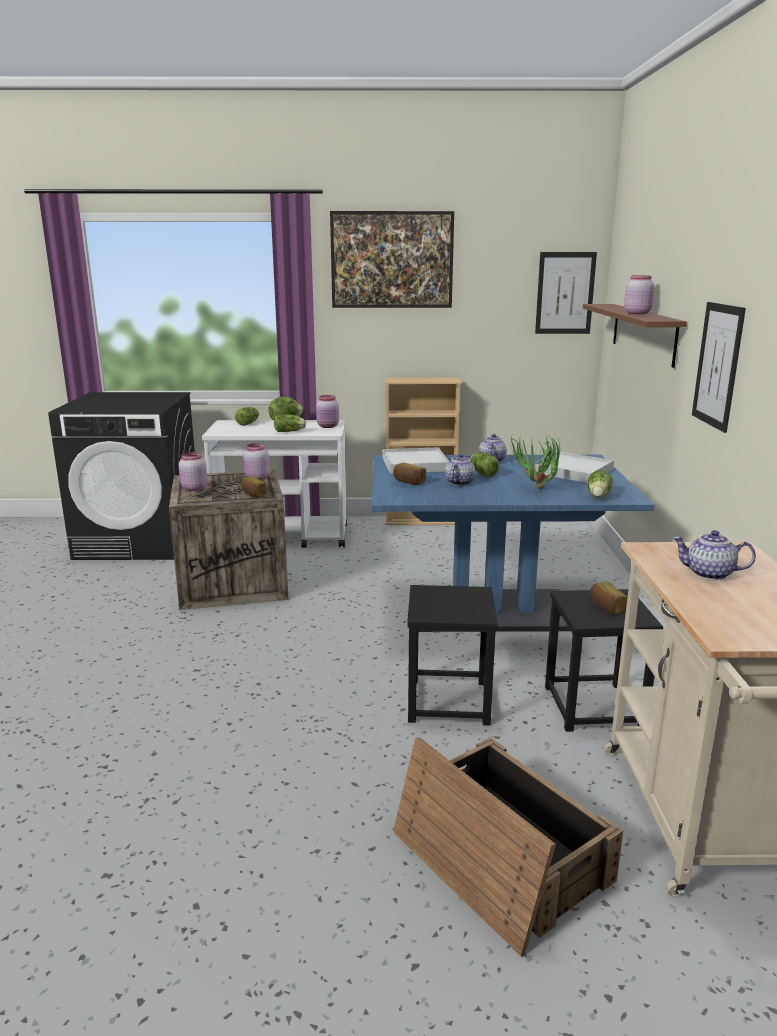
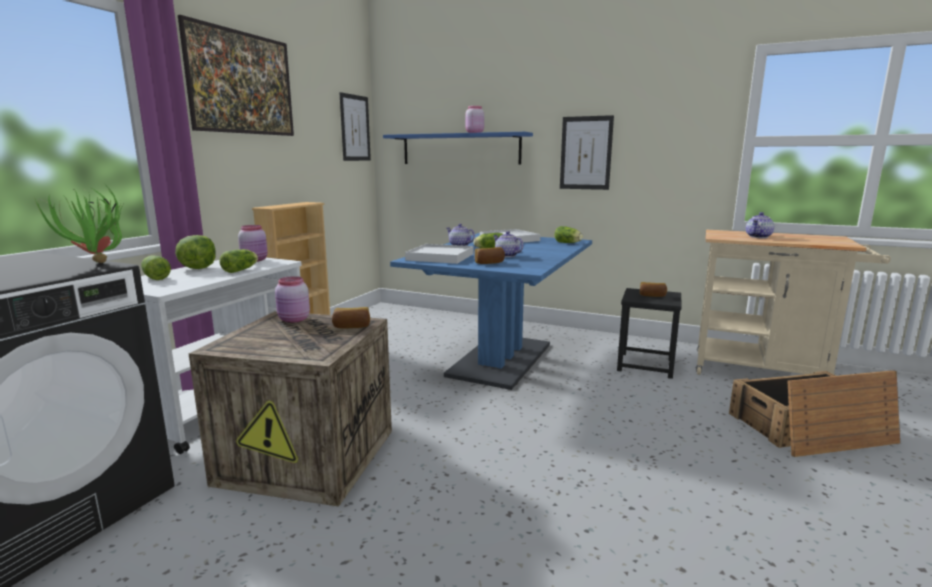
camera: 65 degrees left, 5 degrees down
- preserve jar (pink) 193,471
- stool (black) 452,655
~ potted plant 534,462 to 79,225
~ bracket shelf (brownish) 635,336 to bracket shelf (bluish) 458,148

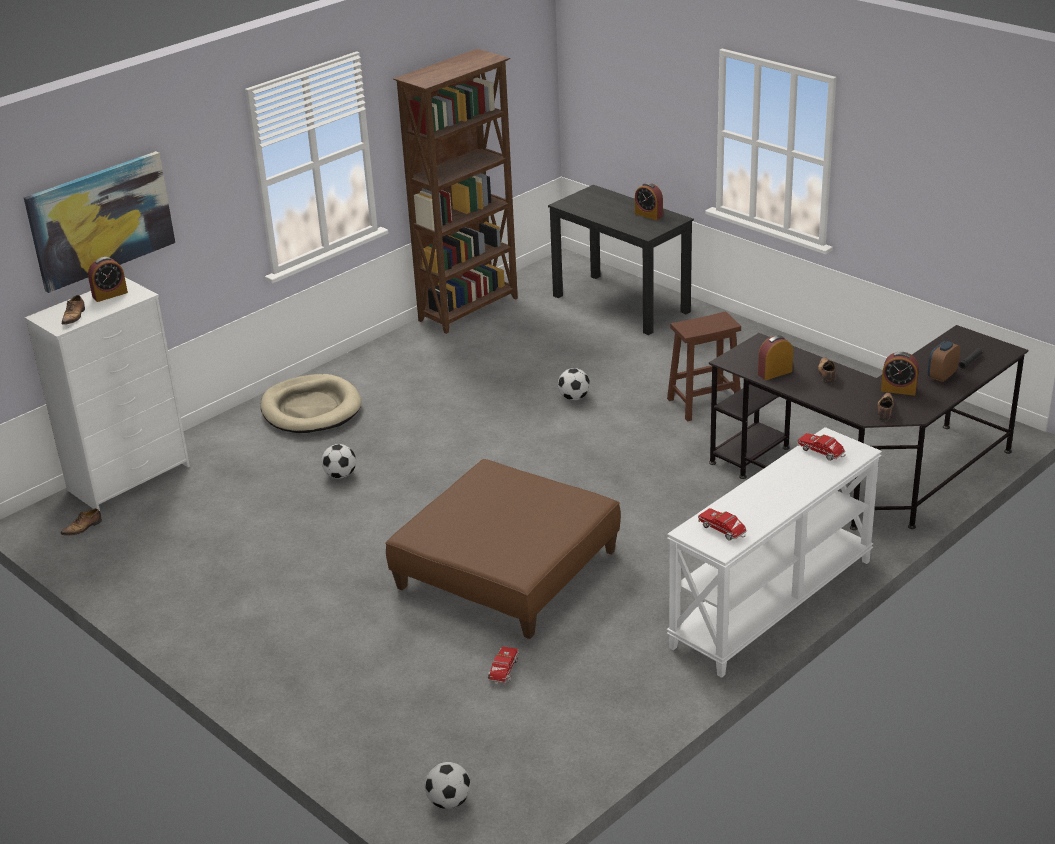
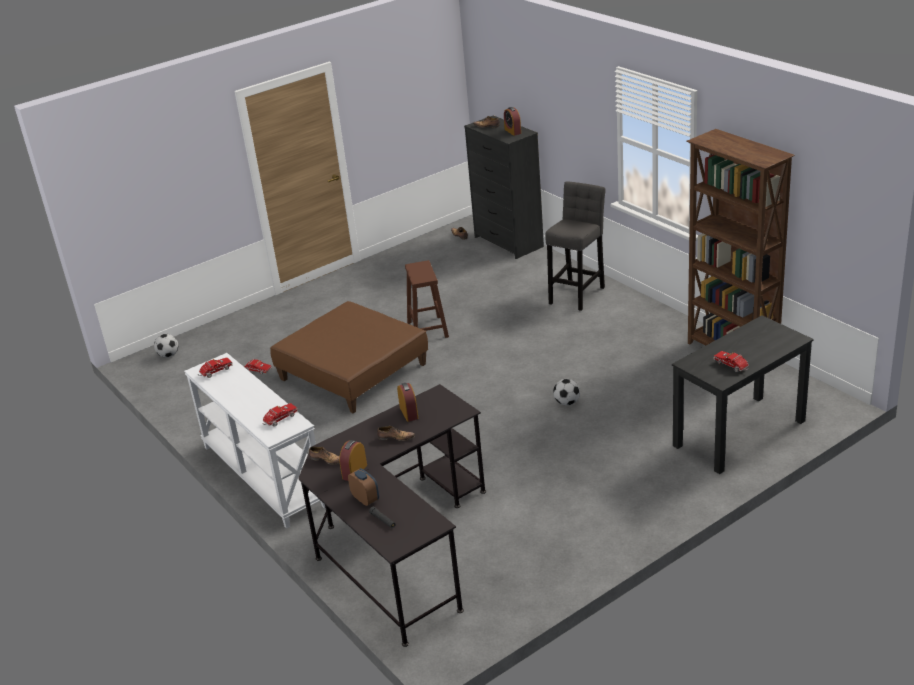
camera: 100 degrees right, 0 degrees up
- picture 99,222
- football ball 339,461
~ stool (brownish) 704,367 to 427,299
~ dog bed (beige) 311,403 to stool (grey) 575,246
~ alarm clock 649,201 to model truck 731,361
~ drawer chest (white) 107,394 to drawer chest (black) 504,187

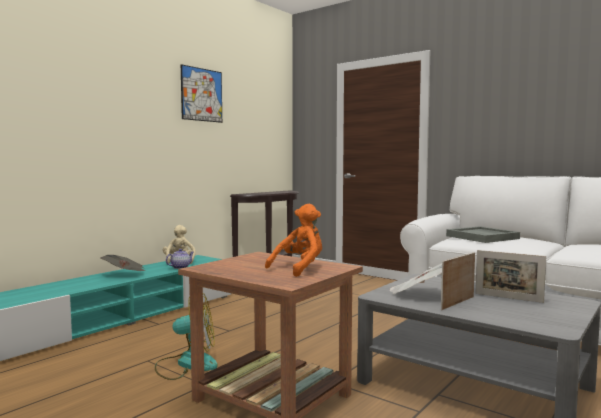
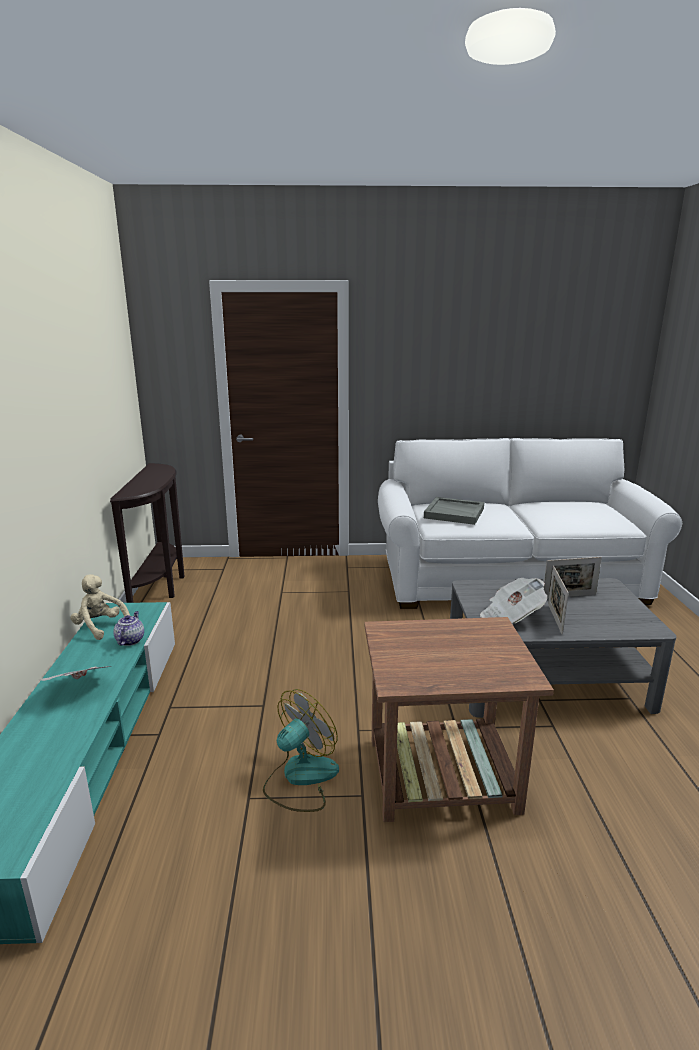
camera: 40 degrees left, 15 degrees up
- picture 201,93
- soft toy (orangey) 293,240

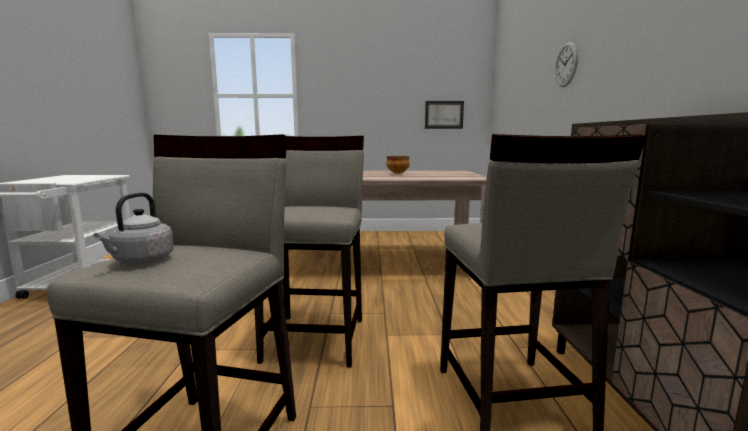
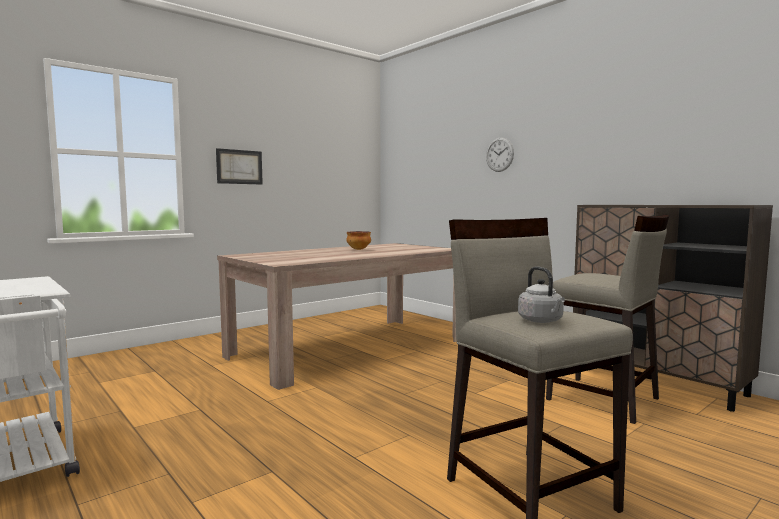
camera: 40 degrees left, 5 degrees down
- stool (beige) 309,252
~ picture 444,115 to 239,166

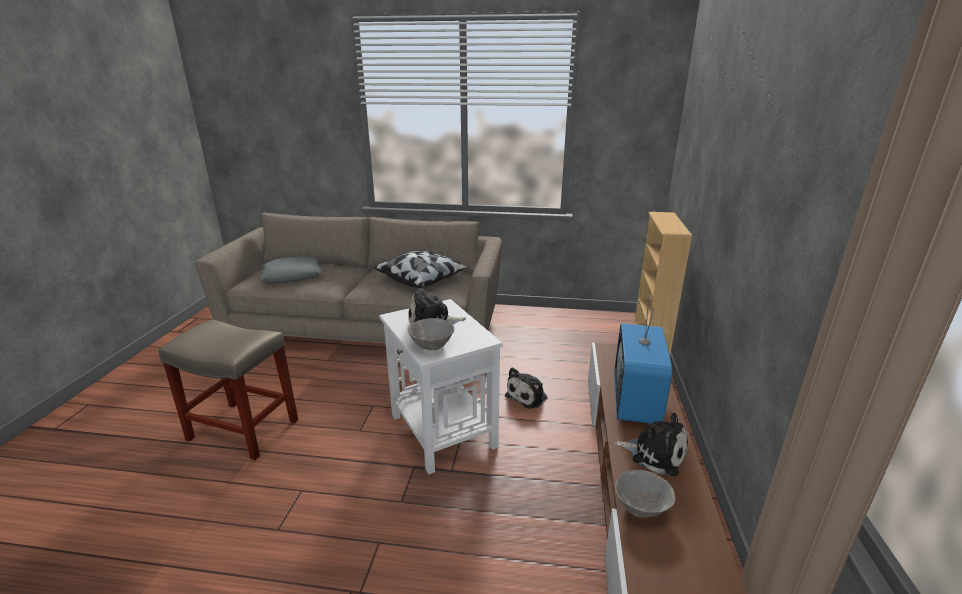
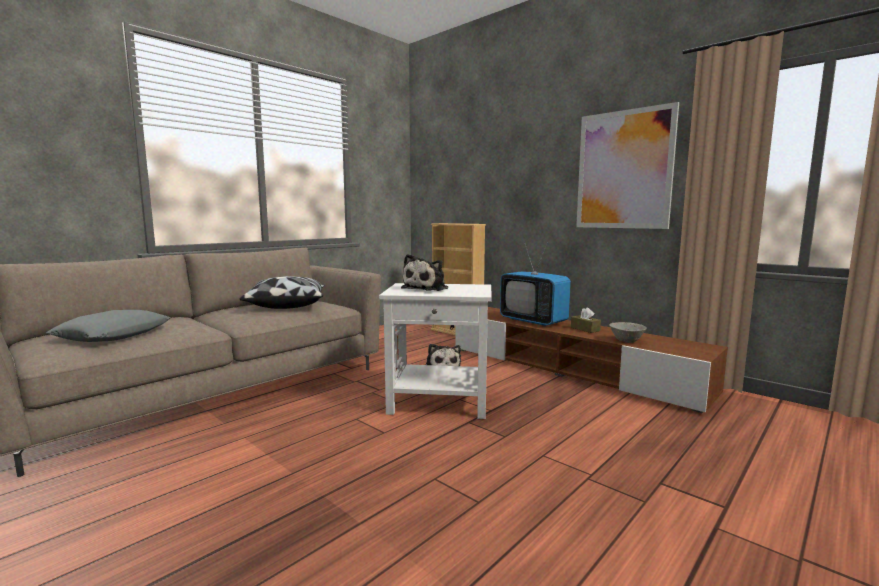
camera: 55 degrees left, 15 degrees down
- stool (beige) 228,389
- bowl (grey) 430,334
+ picture 627,165
~ soft toy 651,444 to box of tissues (brownish) 586,320

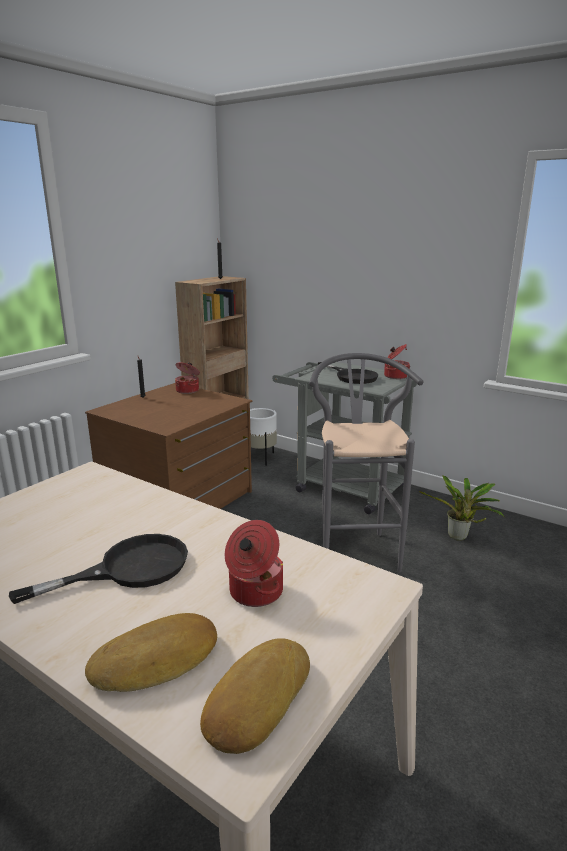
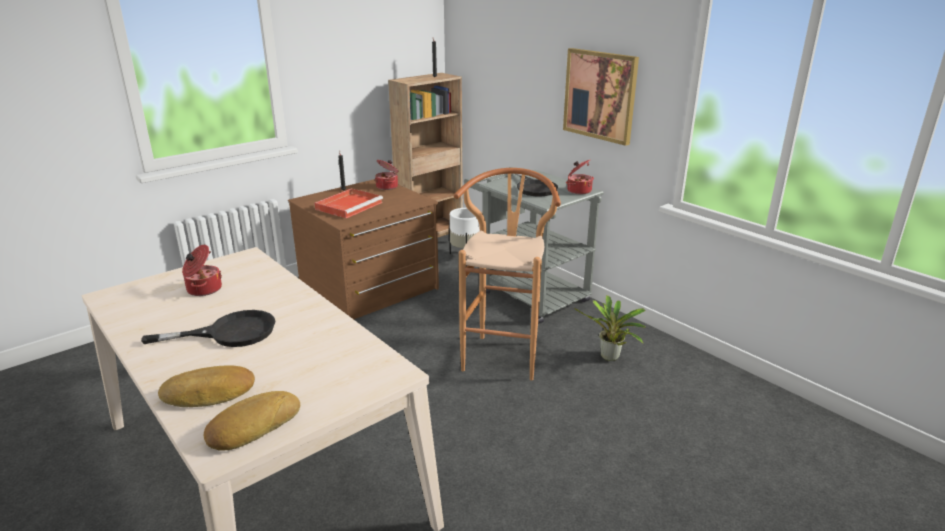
camera: 15 degrees right, 5 degrees up
+ carrying tray (reddish) 348,203
+ picture 601,97
~ saucepot 254,563 to 202,270
~ stool (grey) 366,462 to stool (brownish) 507,274

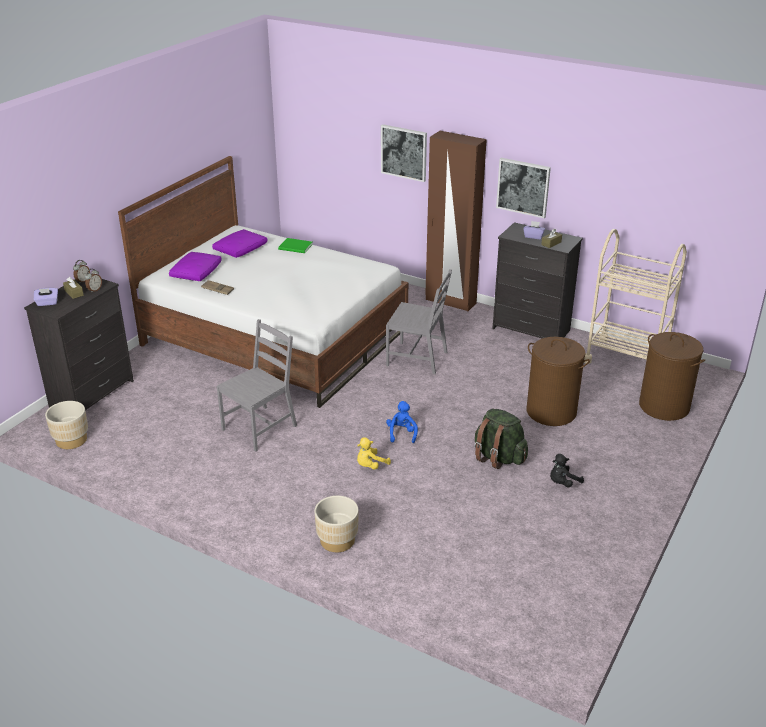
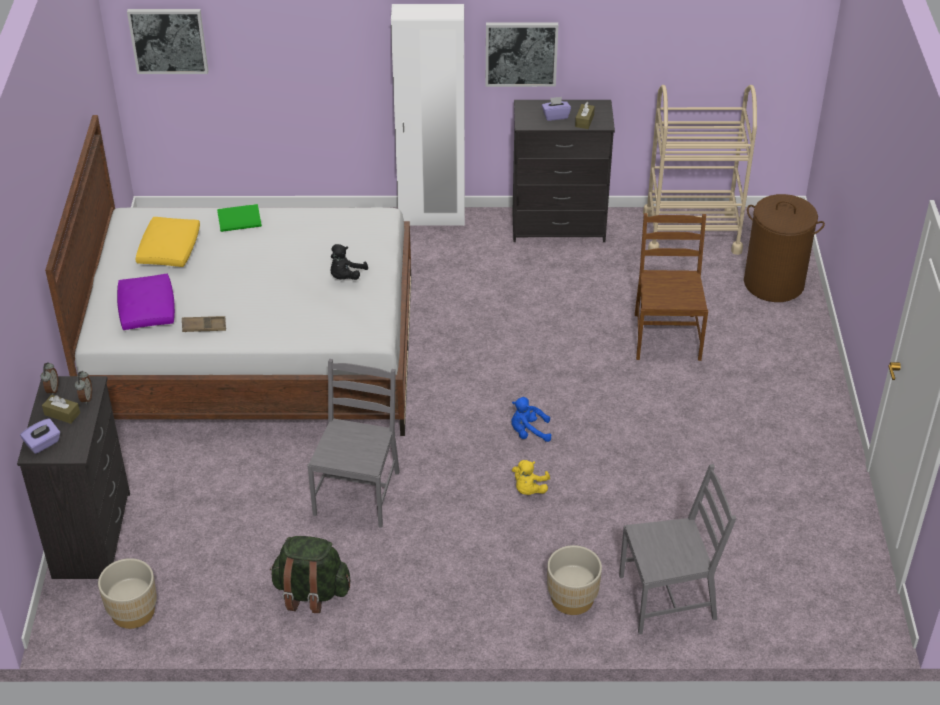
camera: 30 degrees left, 10 degrees up
~ picture 404,153 to 167,41
~ upright chair (grey) 419,321 to 677,549
~ rucksack (green-coloured) 501,439 to 310,574
~ soft toy (black) 567,470 to 349,262
~ hamper (brownish) 558,381 to upright chair (brownish) 671,287
~ throw pillow (purplish) 240,243 to throw pillow (yellow) 168,242
~ armoire (brownish) 456,221 to armoire (white) 428,115
~ soft toy (bluish) 402,422 = 531,419 60 degrees counterclockwise

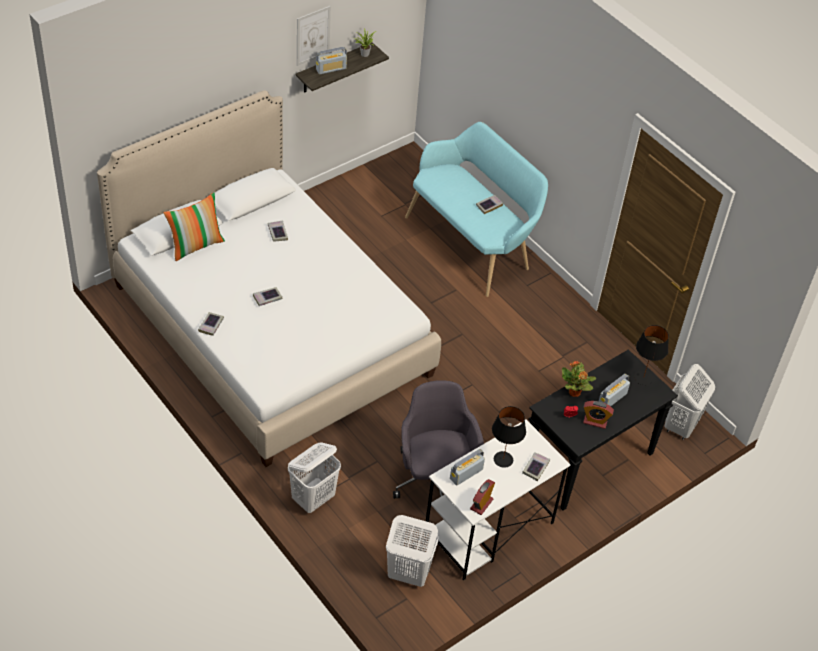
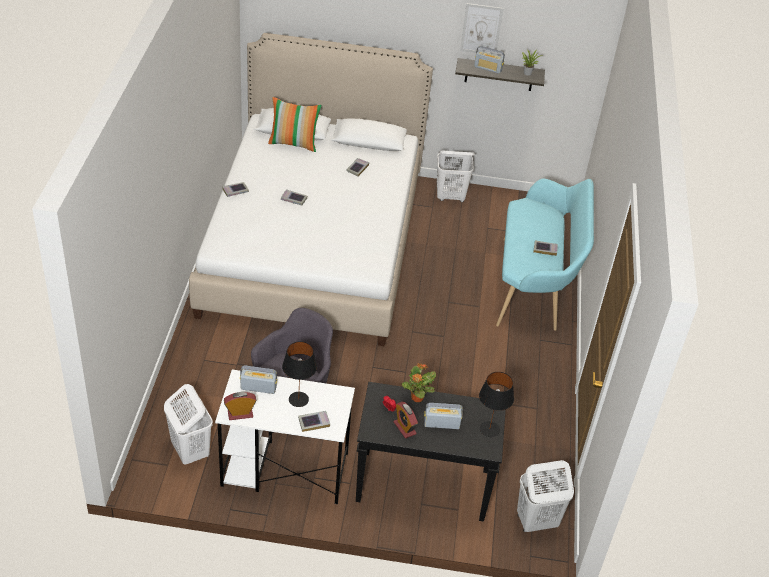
camera: 45 degrees right, 5 degrees down
~ hamper (white) 314,477 to 456,176

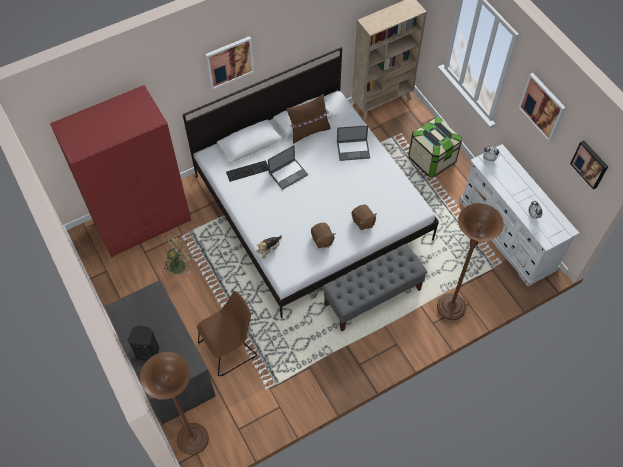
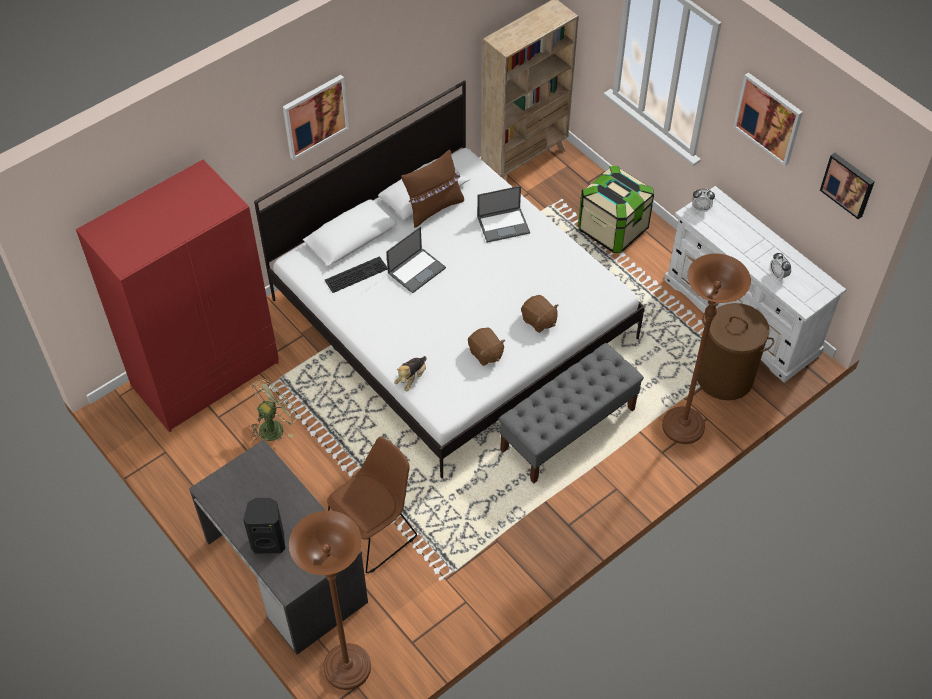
camera: 10 degrees left, 5 degrees down
+ hamper (brownish) 735,351

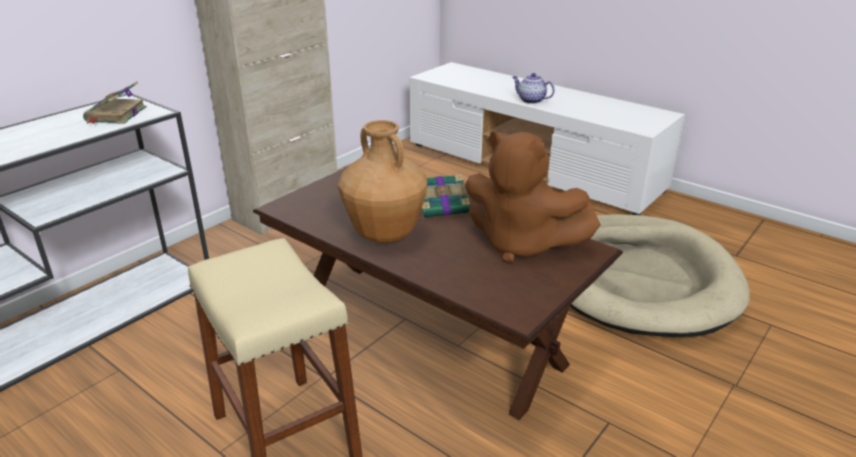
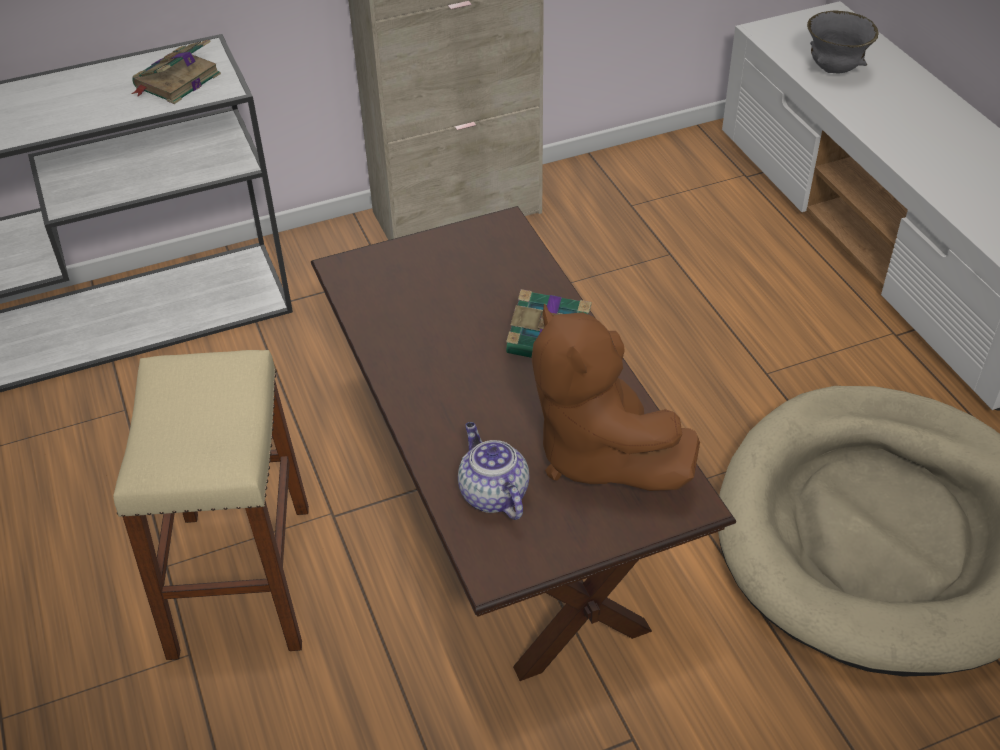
camera: 30 degrees right, 15 degrees up
- vase (brownish) 382,181
+ bowl (grey) 843,42
~ pot for tea 533,88 to 494,471

